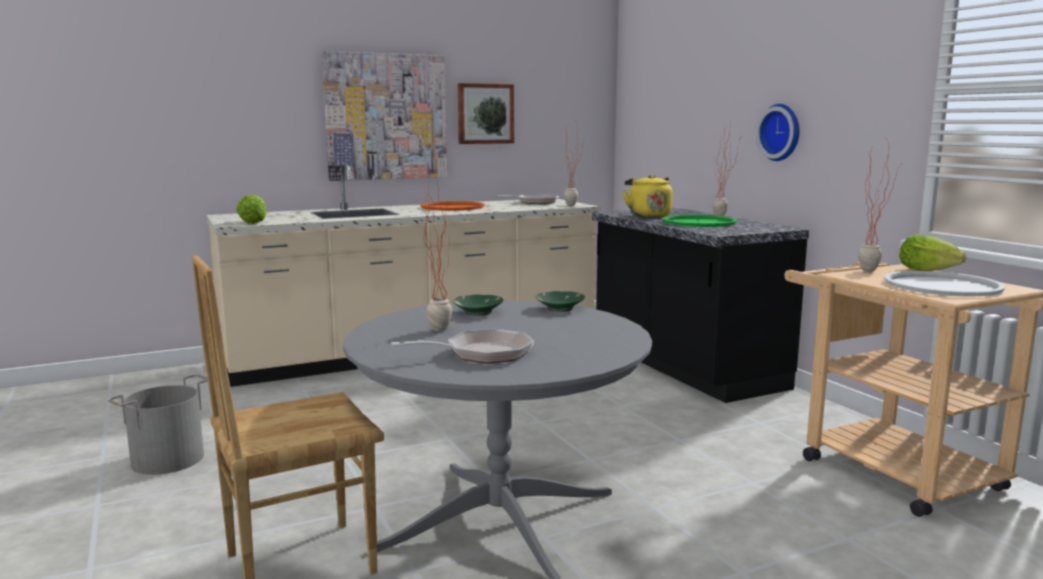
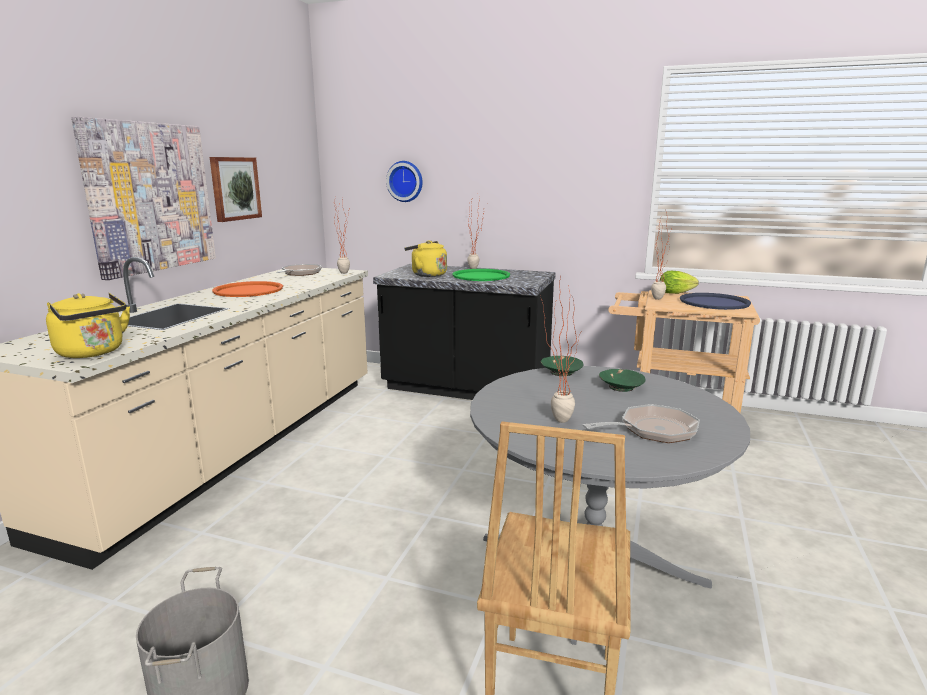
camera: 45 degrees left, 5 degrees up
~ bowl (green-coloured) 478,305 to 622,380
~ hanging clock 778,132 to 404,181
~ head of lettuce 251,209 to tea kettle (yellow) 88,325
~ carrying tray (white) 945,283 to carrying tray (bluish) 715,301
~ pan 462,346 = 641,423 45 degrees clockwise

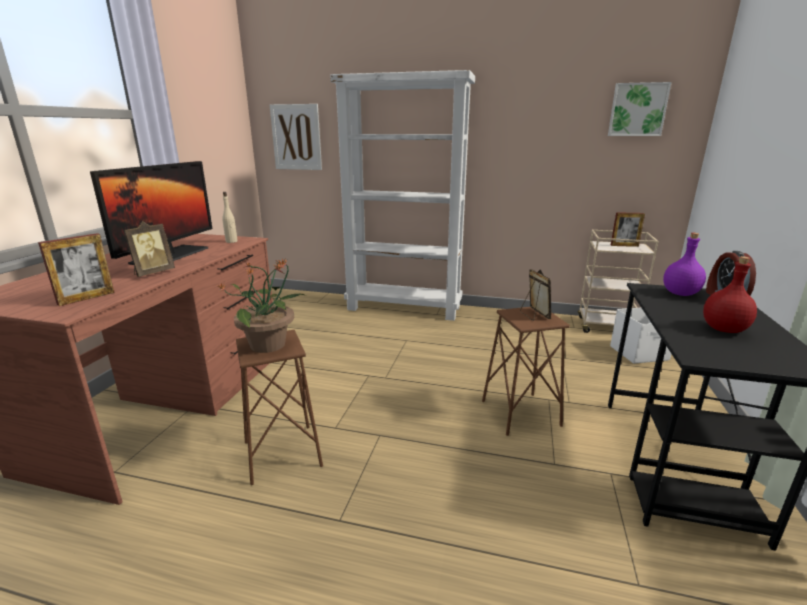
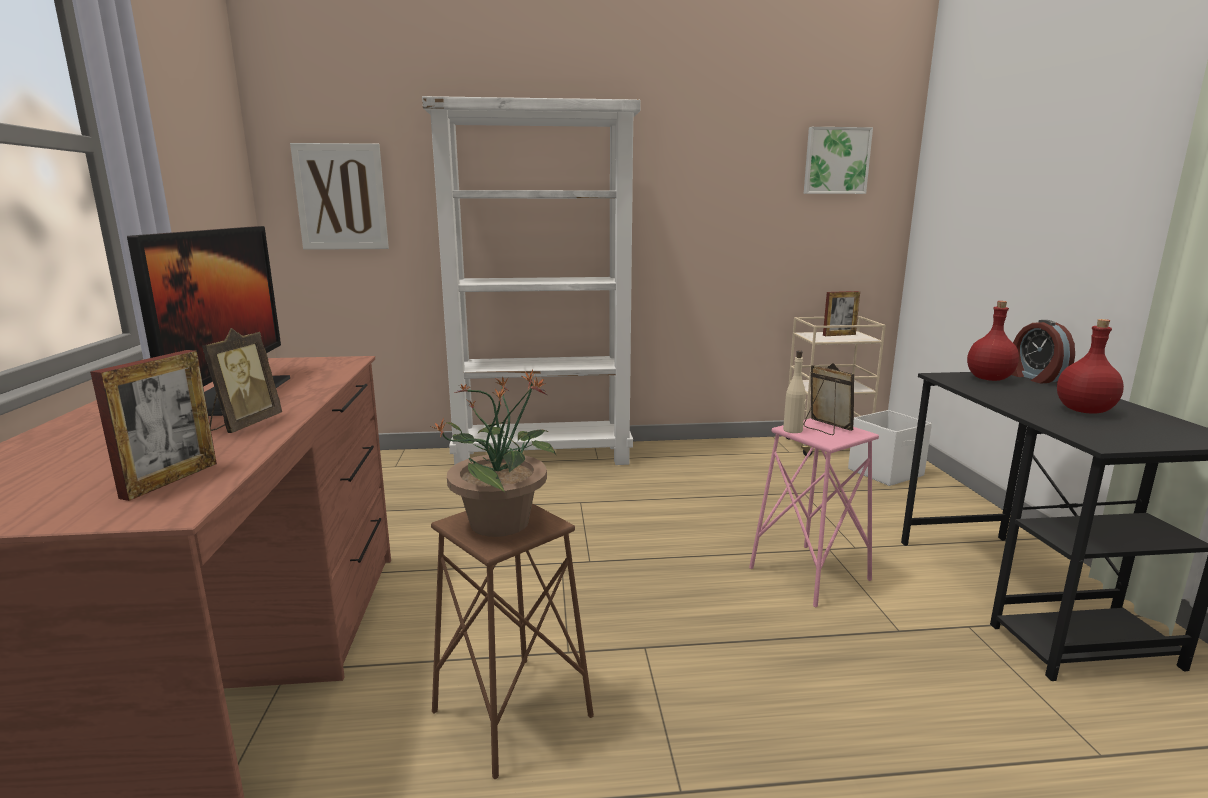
camera: 20 degrees left, 5 degrees down
~ drink bottle (beige) 230,217 to 794,391
~ stool (brownish) 526,371 to stool (pink) 814,513
~ drink bottle (purplish) 684,264 to drink bottle (reddish) 993,341

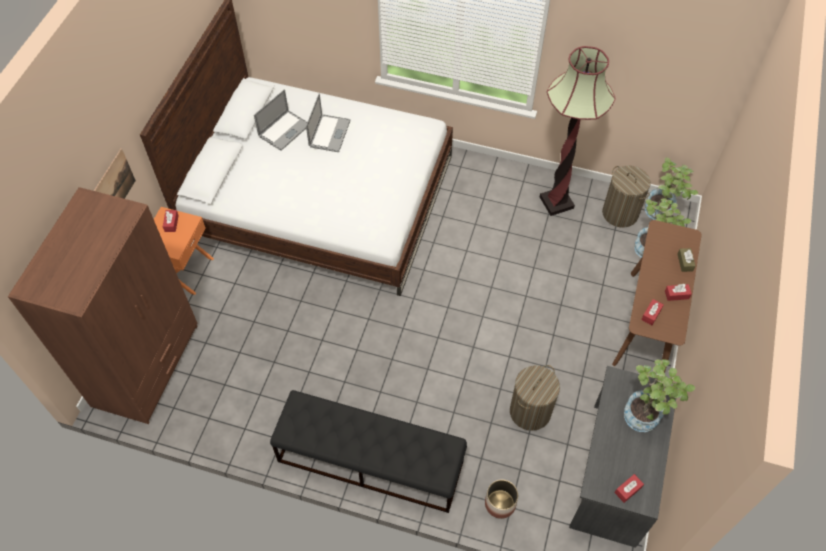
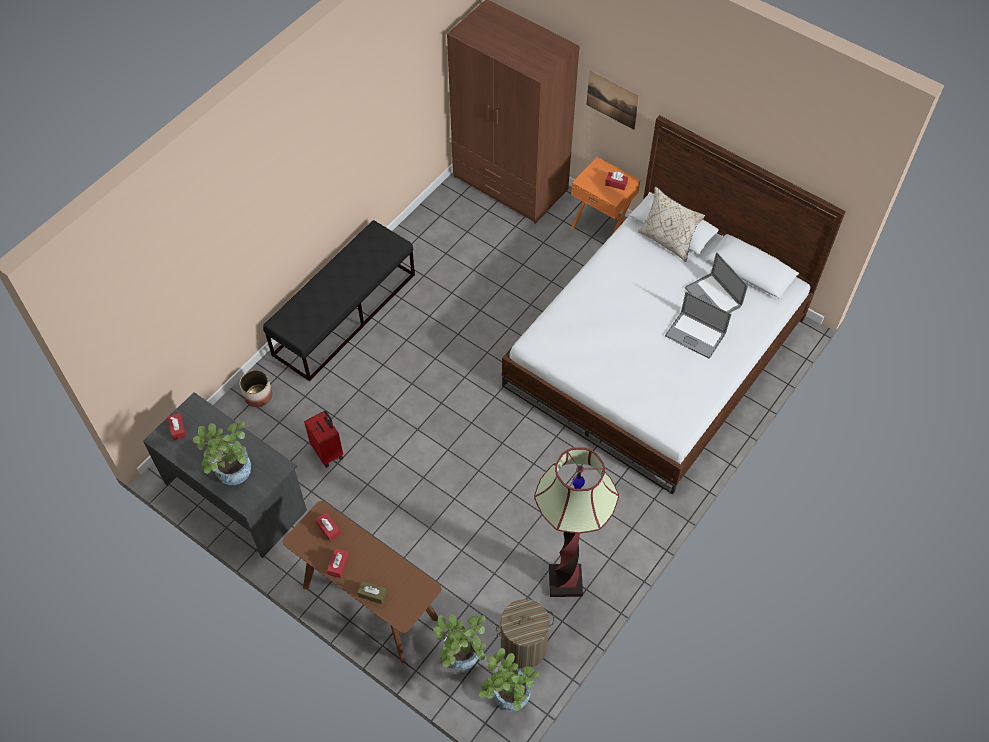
camera: 110 degrees right, 0 degrees up
+ throw pillow (beige) 671,224
~ hamper 535,398 to piece of luggage (reddish) 323,438

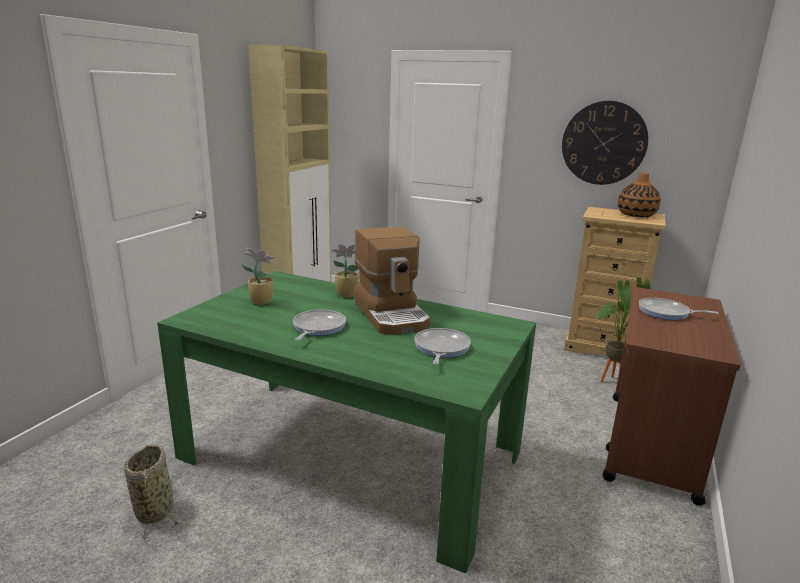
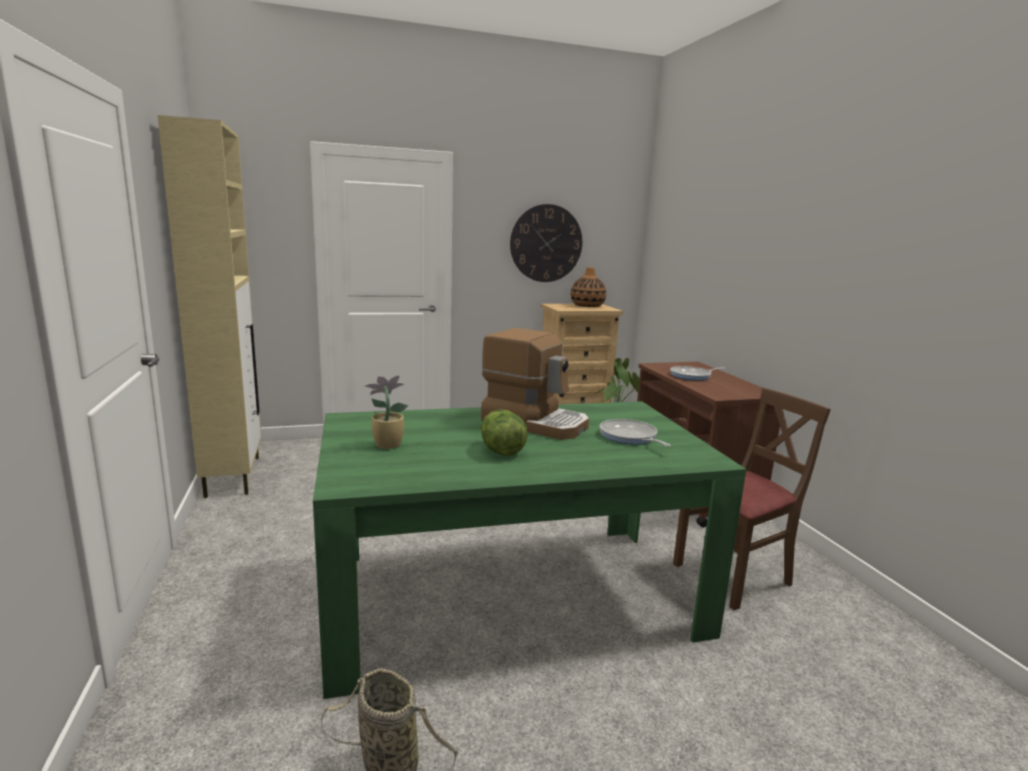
camera: 40 degrees left, 5 degrees down
- potted plant 344,271
+ upright chair (brownish) 752,499
~ pan 319,325 to head of lettuce 504,433

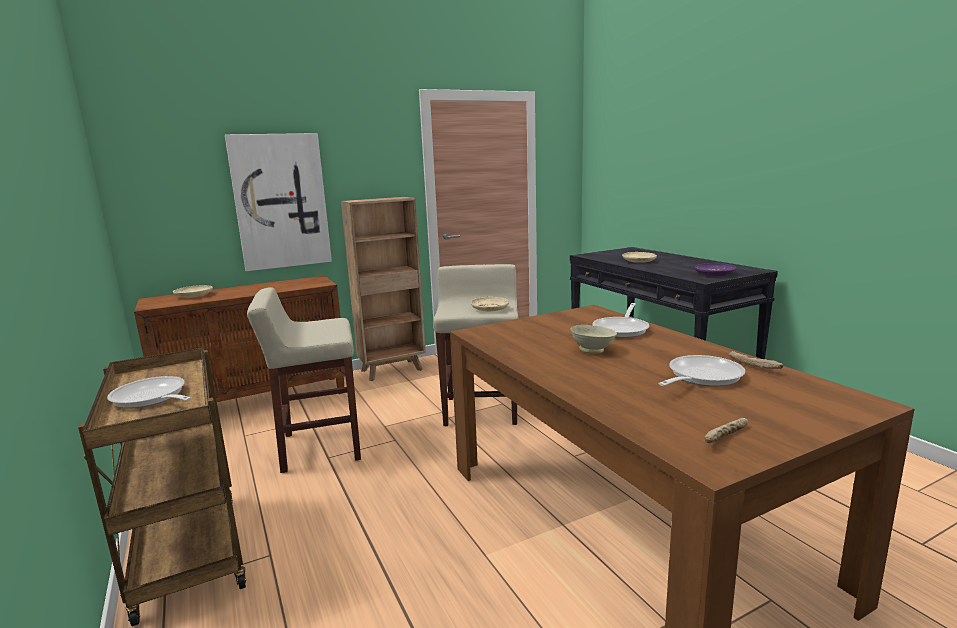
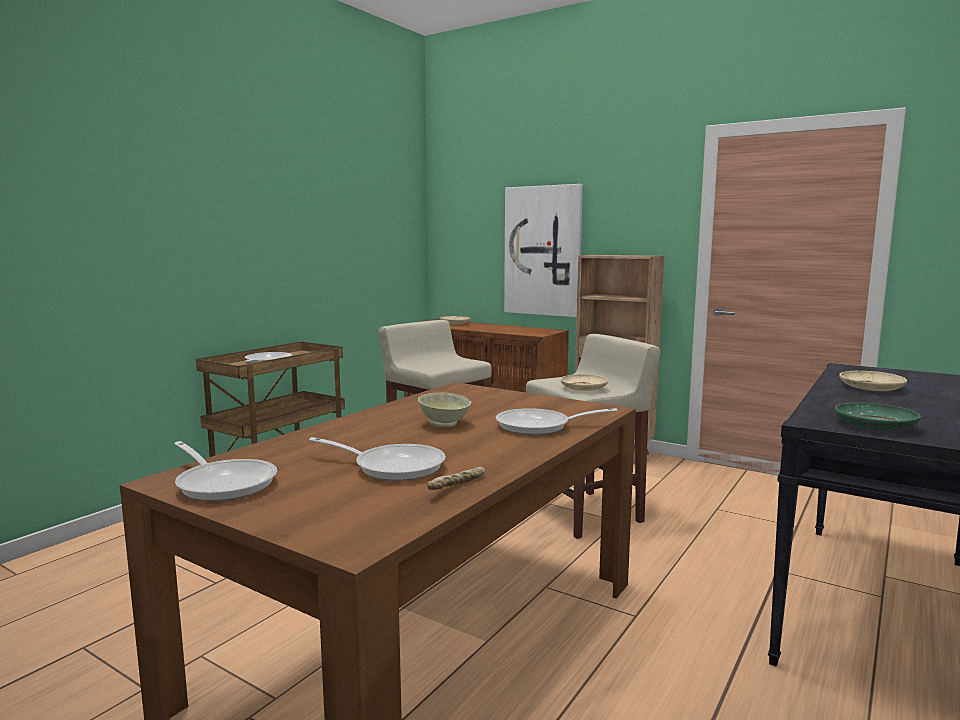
camera: 60 degrees right, 5 degrees down
~ bakery bread 726,430 to pan 225,471
~ plate (purplish) 716,269 to plate (green-coloured) 878,417

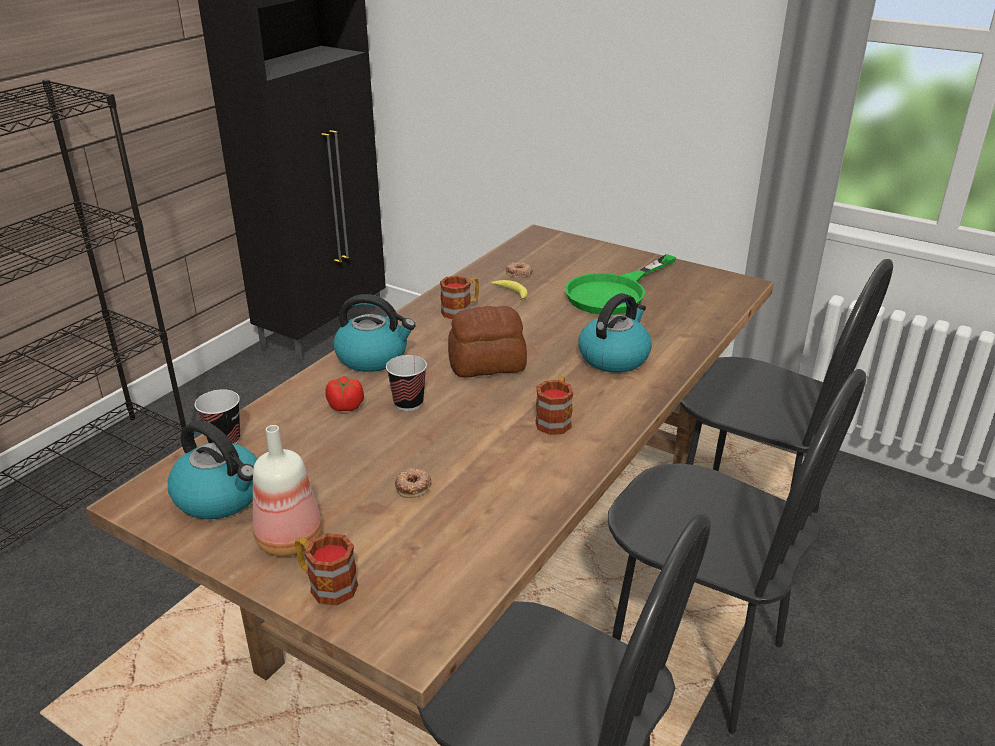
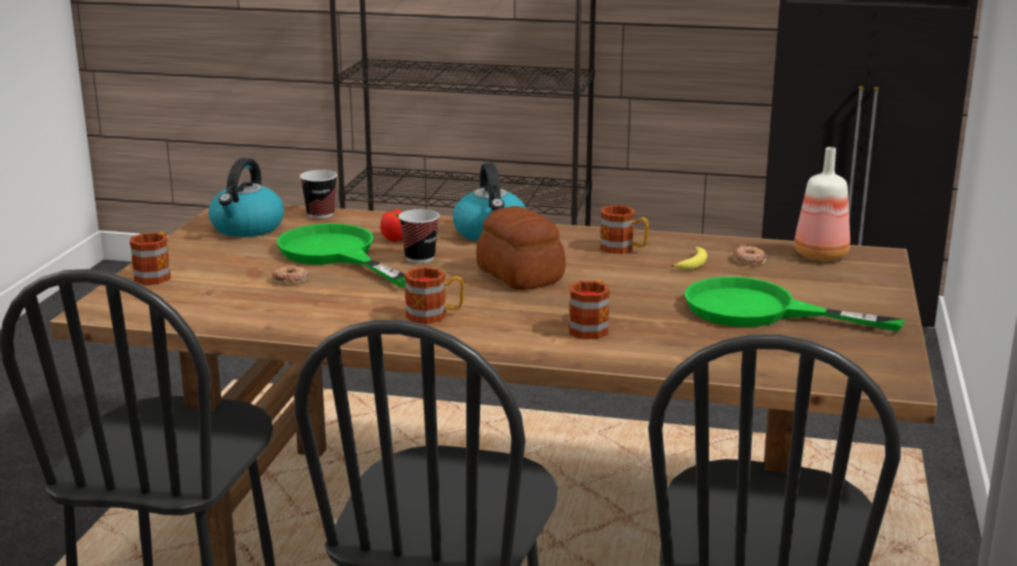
camera: 70 degrees right, 10 degrees down
+ pan (green-coloured) 341,255
~ drink bottle 287,490 to 822,204
~ tea kettle 615,333 to tea mug 589,309

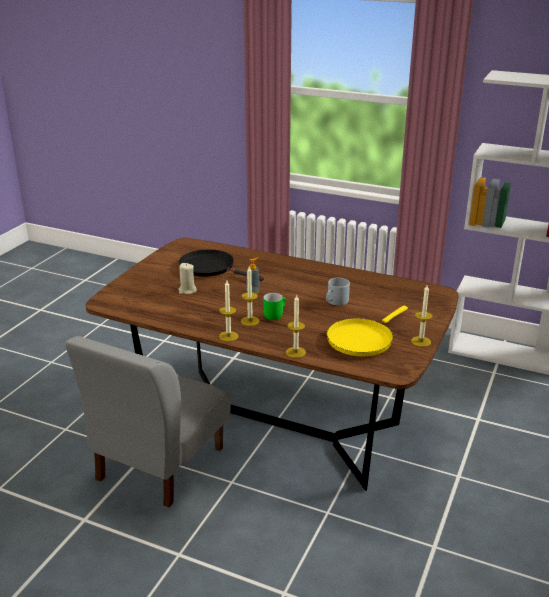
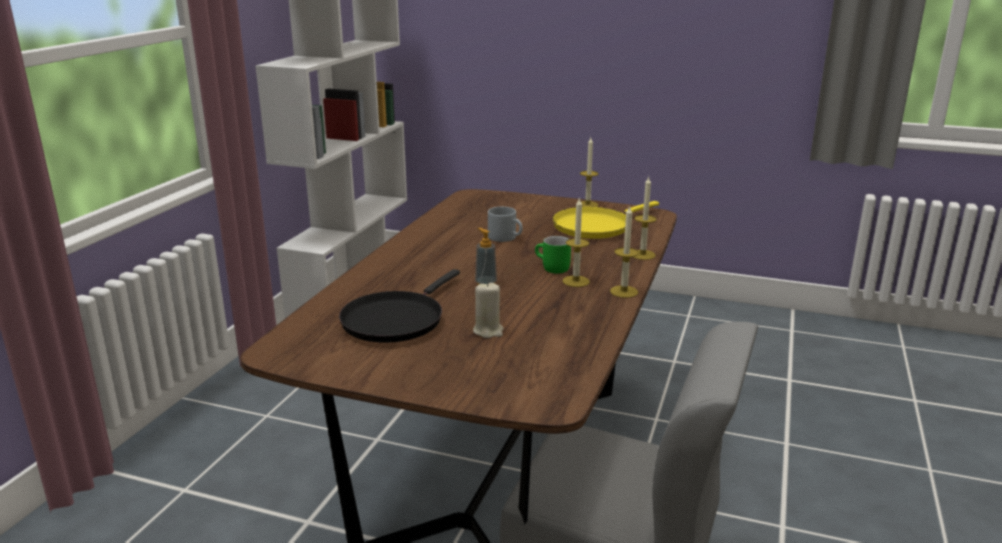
camera: 95 degrees left, 5 degrees down
~ pan (yellow) 367,331 = 605,220 105 degrees clockwise

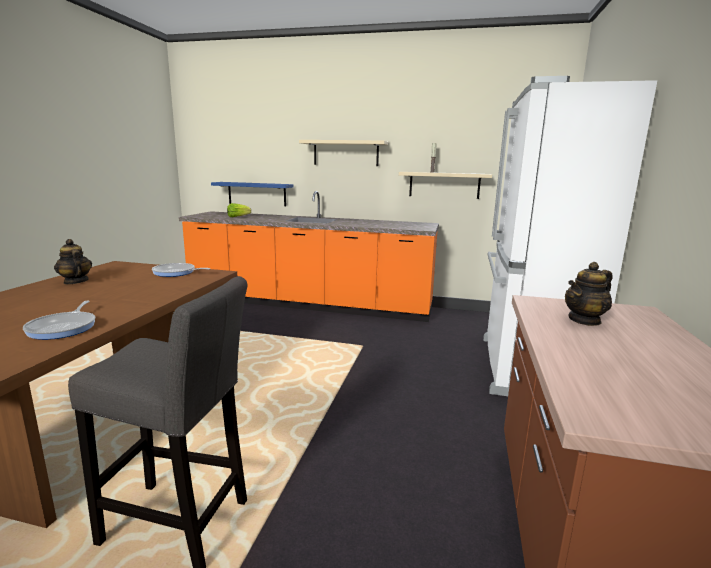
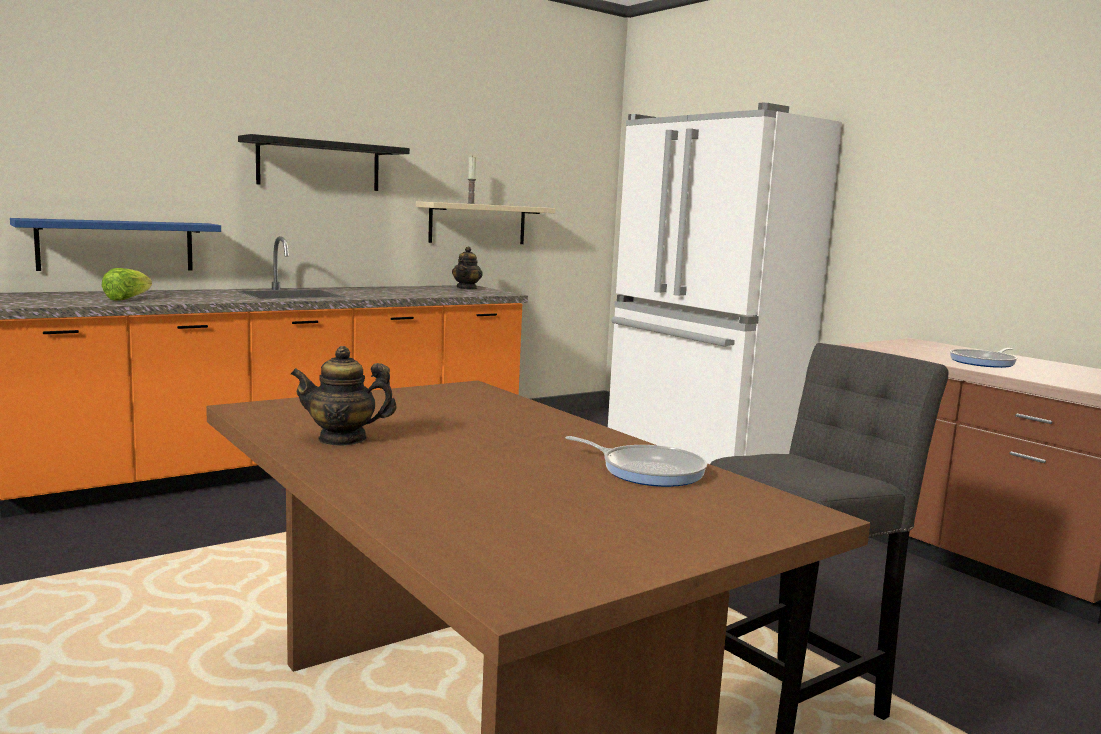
camera: 50 degrees left, 5 degrees down
~ pan 181,270 to 983,358
~ pot for tea 589,294 to 467,268
~ bracket shelf (beige) 343,153 to bracket shelf (black) 324,162

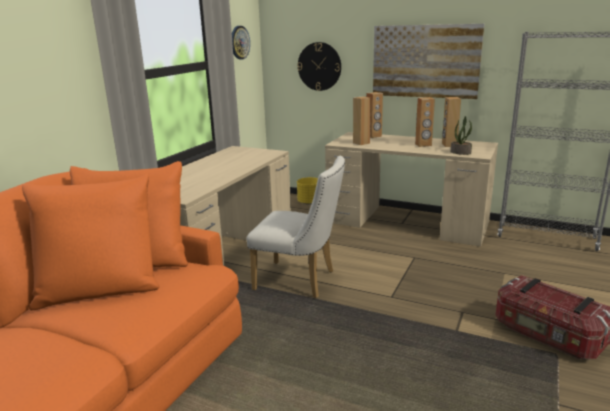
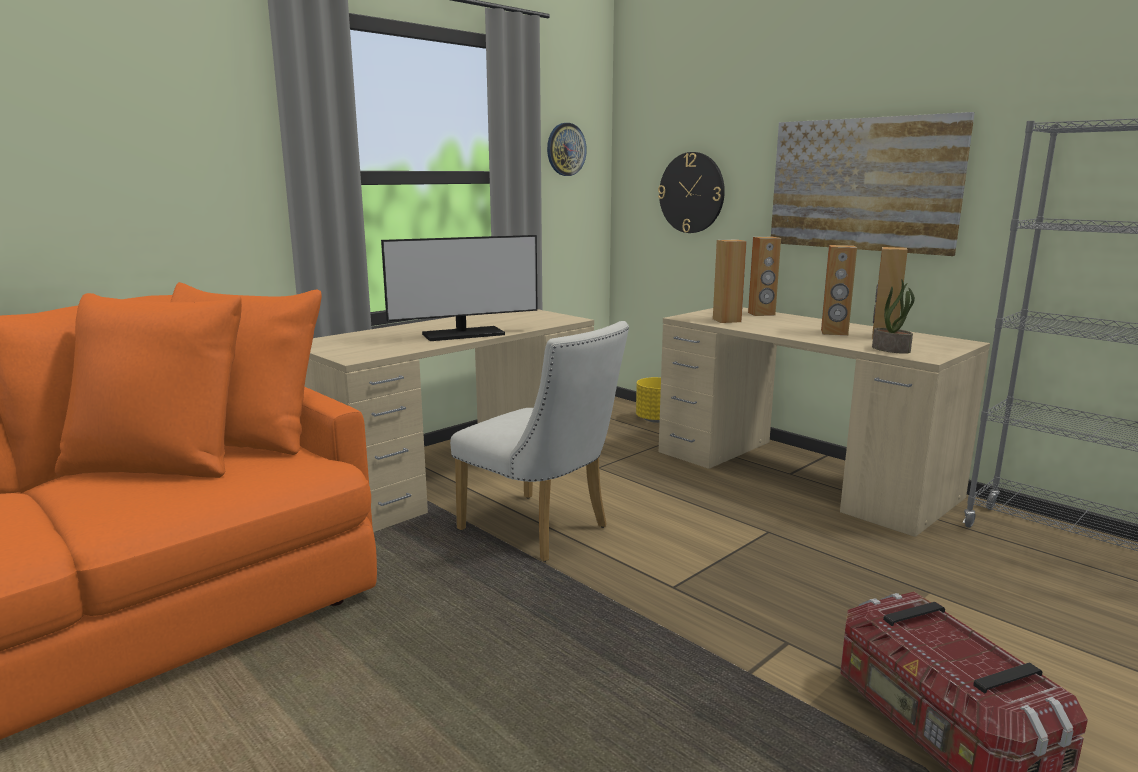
camera: 20 degrees right, 5 degrees down
+ monitor 459,288

